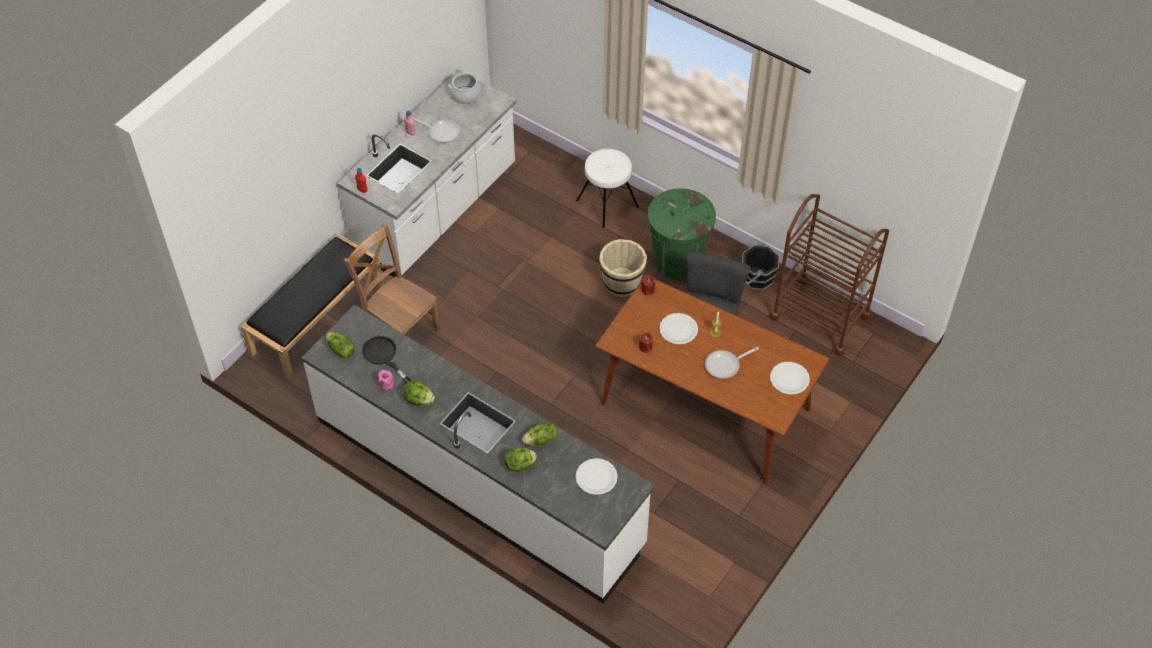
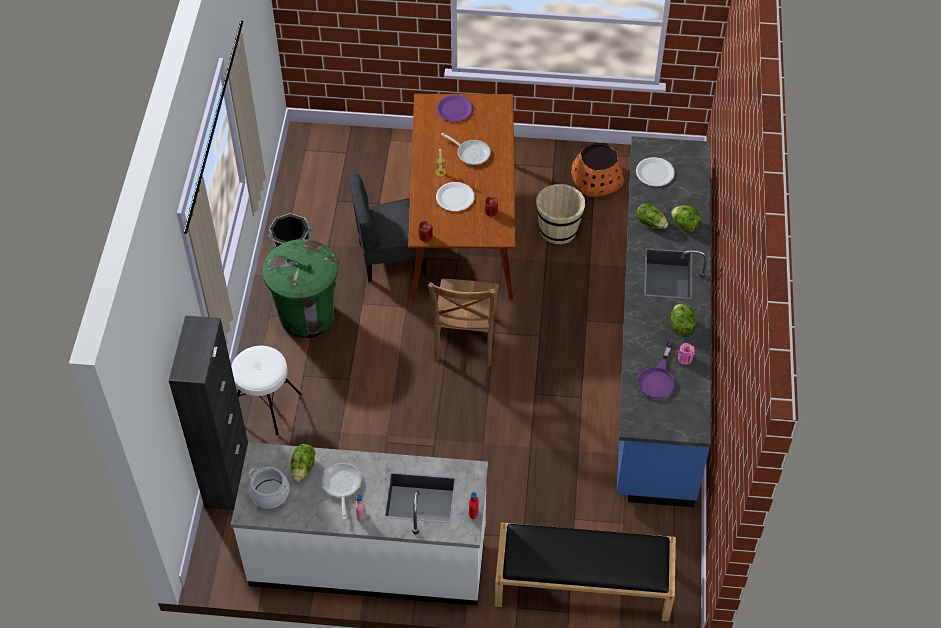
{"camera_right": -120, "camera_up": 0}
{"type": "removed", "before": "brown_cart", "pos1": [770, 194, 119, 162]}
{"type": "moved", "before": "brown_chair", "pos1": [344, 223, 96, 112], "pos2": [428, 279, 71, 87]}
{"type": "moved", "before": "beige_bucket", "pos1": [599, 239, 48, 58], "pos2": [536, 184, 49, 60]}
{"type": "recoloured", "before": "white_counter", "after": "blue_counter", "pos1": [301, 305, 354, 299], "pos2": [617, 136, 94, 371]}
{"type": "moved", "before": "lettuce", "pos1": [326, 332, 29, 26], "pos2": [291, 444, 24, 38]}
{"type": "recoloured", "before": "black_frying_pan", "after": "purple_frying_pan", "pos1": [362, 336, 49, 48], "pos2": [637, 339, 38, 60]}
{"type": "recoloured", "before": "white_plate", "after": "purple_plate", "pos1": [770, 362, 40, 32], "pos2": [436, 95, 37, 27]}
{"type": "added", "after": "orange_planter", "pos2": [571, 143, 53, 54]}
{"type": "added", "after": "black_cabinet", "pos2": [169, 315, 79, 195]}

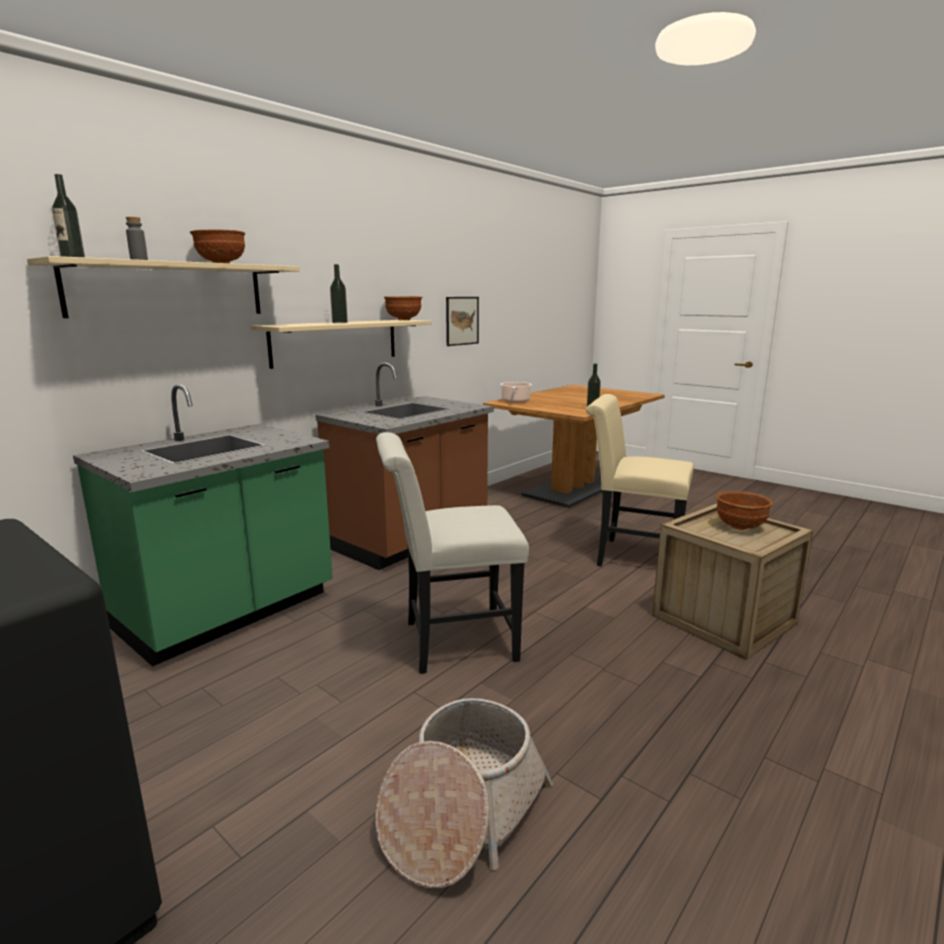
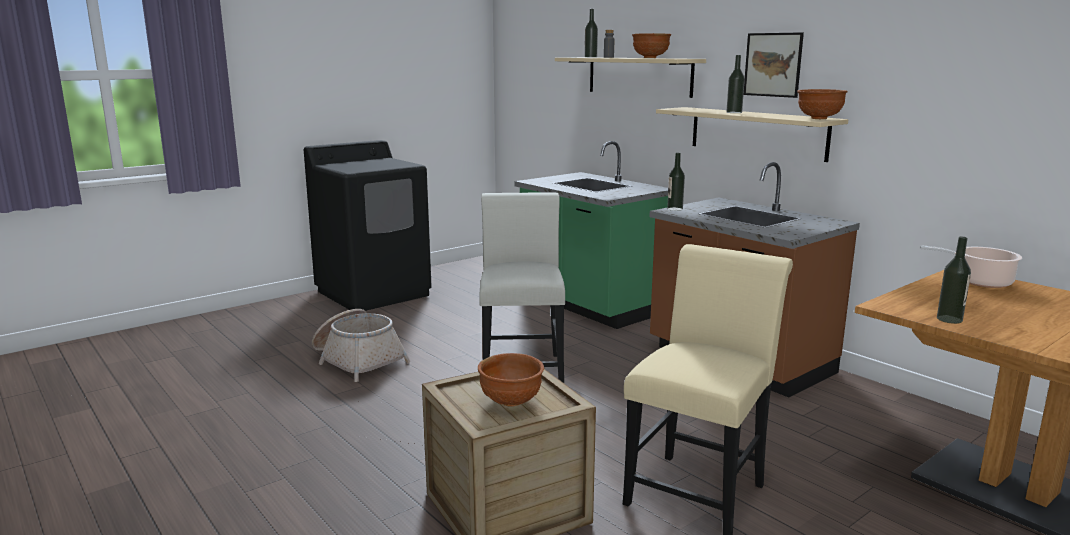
{"camera_right": 100, "camera_up": 0}
{"type": "moved", "before": "picture", "pos1": [446, 297, 33, 49], "pos2": [744, 32, 60, 66]}
{"type": "added", "after": "bottle", "pos2": [667, 153, 18, 58]}

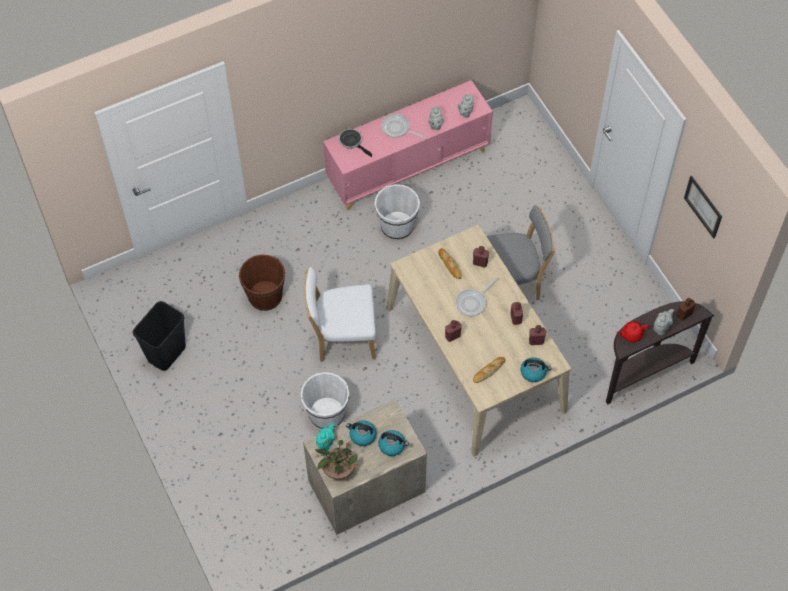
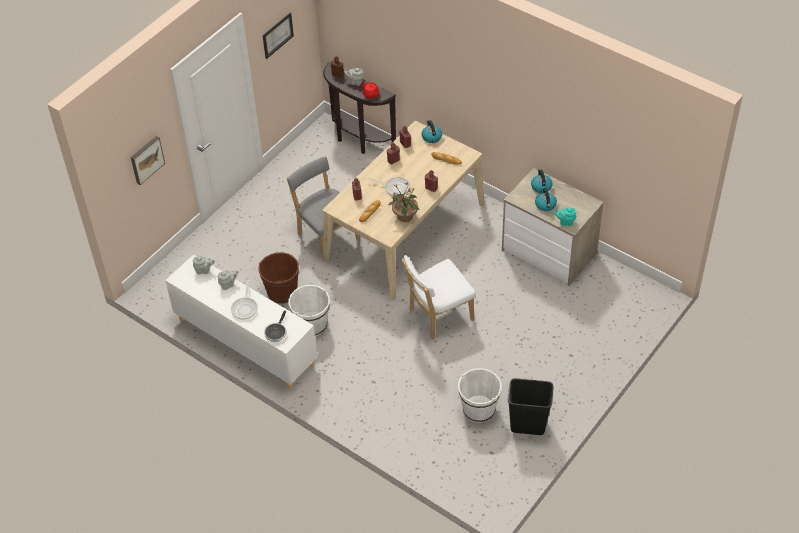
{"camera_right": -115, "camera_up": -10}
{"type": "recoloured", "before": "pink_cabinet", "after": "white_cabinet", "pos1": [323, 80, 170, 130], "pos2": [165, 254, 152, 135]}
{"type": "moved", "before": "brown_bucket", "pos1": [239, 254, 46, 57], "pos2": [259, 252, 40, 51]}
{"type": "turned", "before": "white_chair", "pos1": [304, 267, 72, 95], "pos2": [401, 255, 75, 85], "turn": 90}
{"type": "moved", "before": "white_bucket", "pos1": [301, 372, 48, 57], "pos2": [458, 368, 44, 55]}
{"type": "moved", "before": "potted_plant", "pos1": [315, 435, 43, 45], "pos2": [388, 182, 32, 40]}
{"type": "added", "after": "picture", "pos2": [131, 136, 34, 49]}

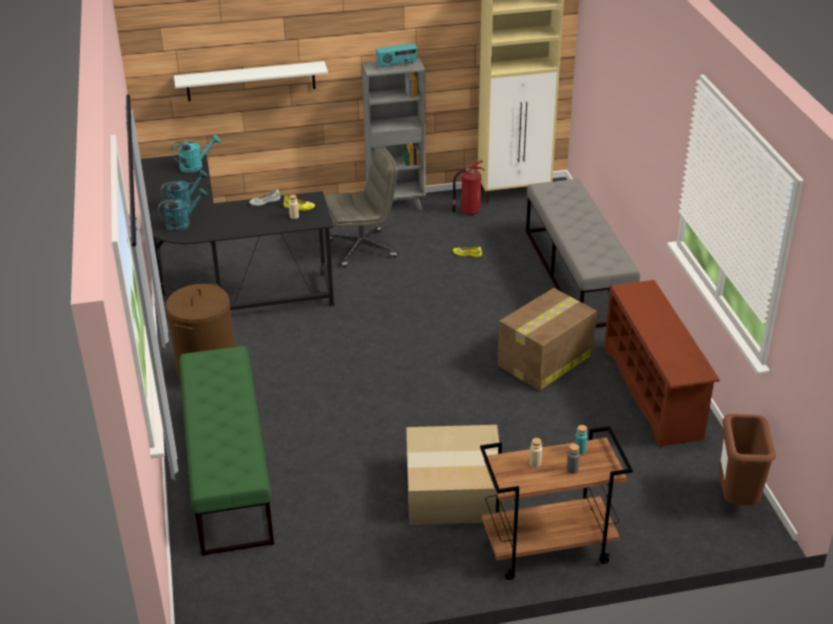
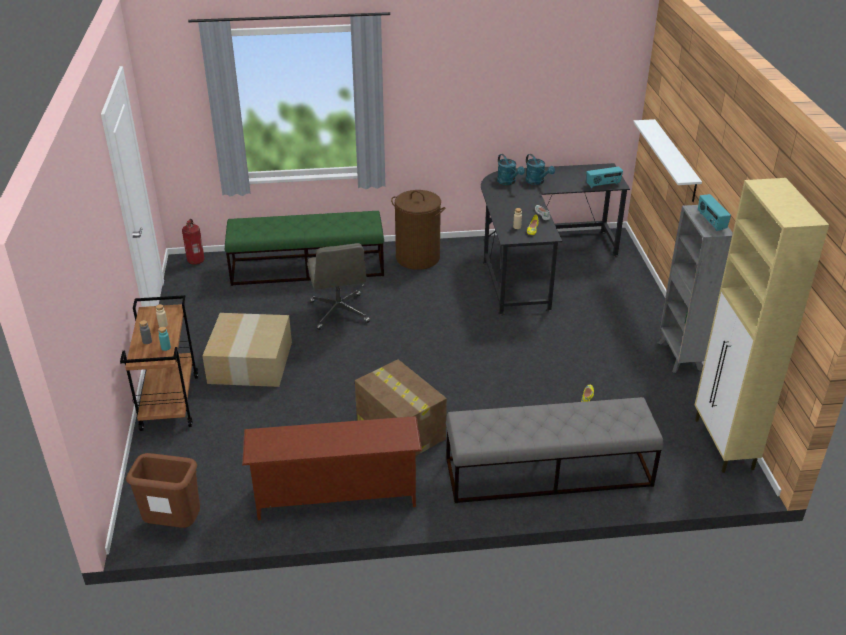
{"camera_right": 95, "camera_up": 0}
{"type": "replaced", "before": "turquoise_watering_can", "after": "radio", "pos1": [171, 135, 49, 37], "pos2": [586, 167, 37, 21]}
{"type": "moved", "before": "grey_office_chair", "pos1": [324, 148, 74, 120], "pos2": [307, 243, 63, 87]}
{"type": "moved", "before": "fire_extinguisher", "pos1": [452, 160, 33, 55], "pos2": [182, 219, 22, 46]}

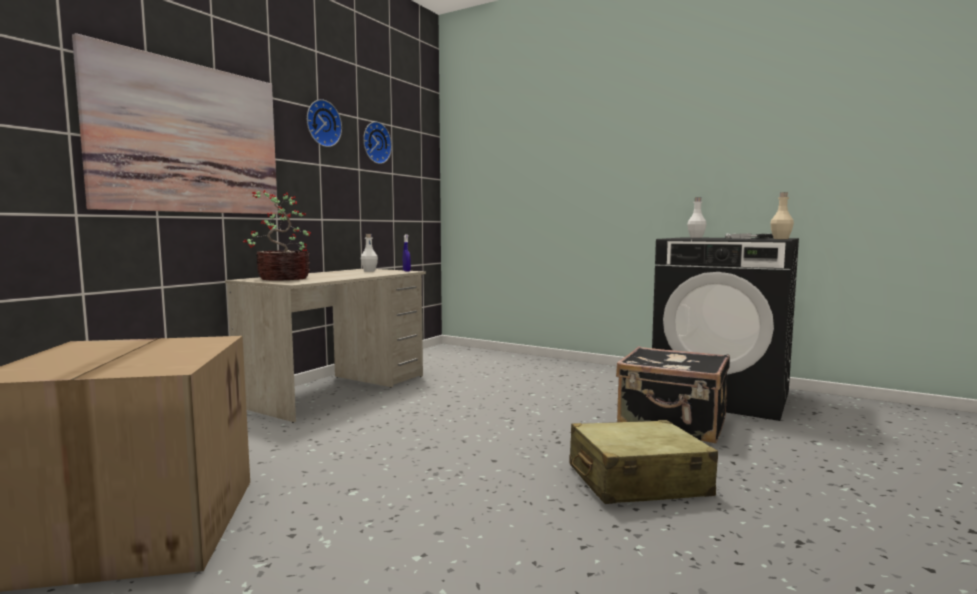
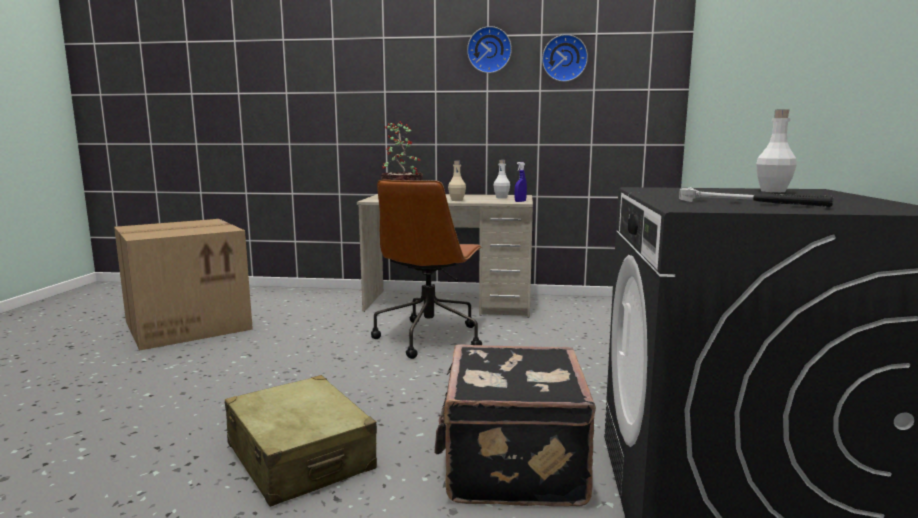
{"camera_right": 65, "camera_up": 5}
{"type": "removed", "before": "picture", "pos1": [72, 33, 206, 181]}
{"type": "moved", "before": "beige_bottle", "pos1": [770, 192, 24, 47], "pos2": [448, 161, 18, 40]}
{"type": "added", "after": "brown_office_chair", "pos2": [371, 180, 111, 179]}

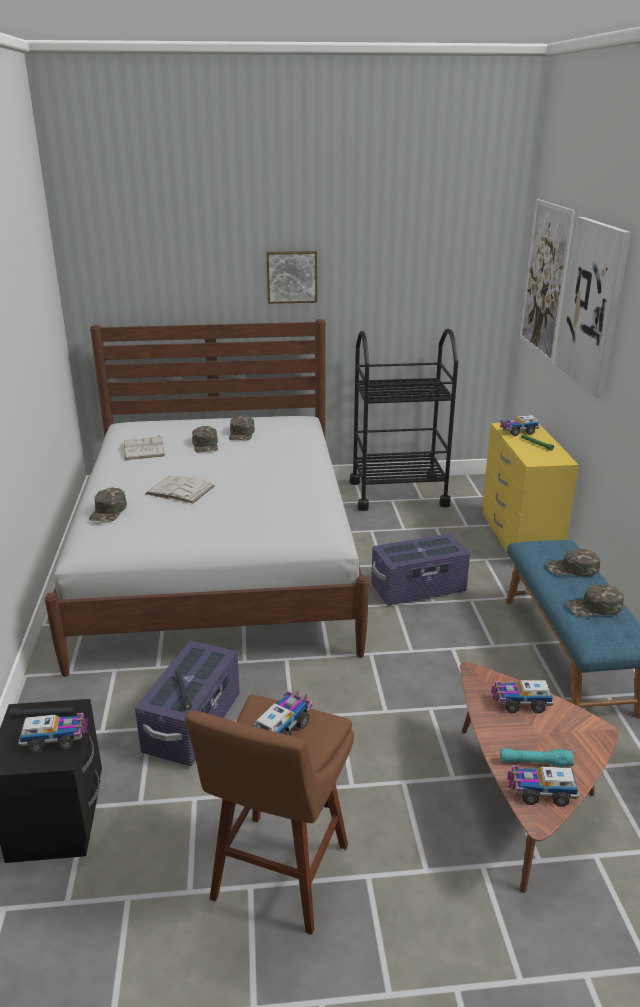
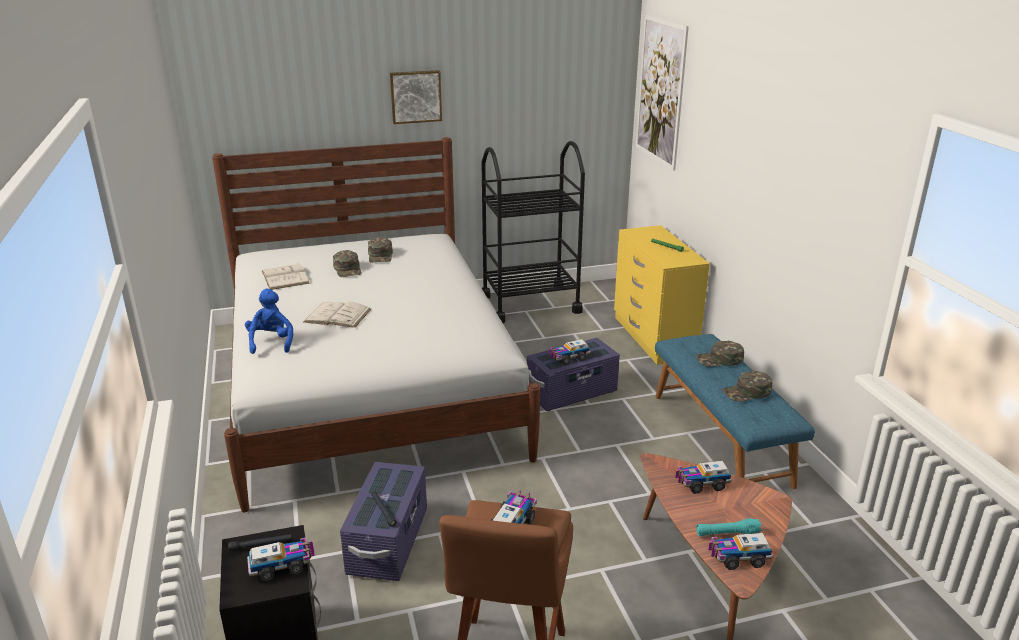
{"camera_right": -10, "camera_up": 0}
{"type": "removed", "before": "picture", "pos1": [557, 217, 74, 181]}
{"type": "moved", "before": "toy_truck", "pos1": [500, 415, 39, 21], "pos2": [550, 339, 41, 26]}
{"type": "replaced", "before": "green_cap", "after": "blue_plush_toy", "pos1": [89, 488, 38, 34], "pos2": [245, 289, 48, 65]}

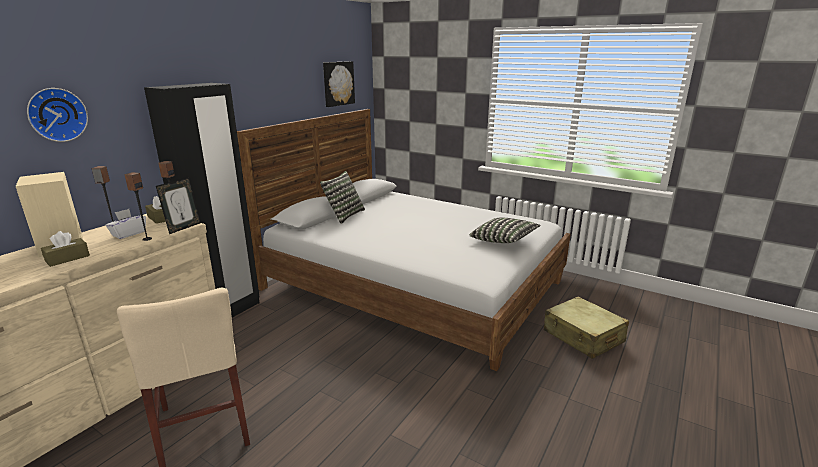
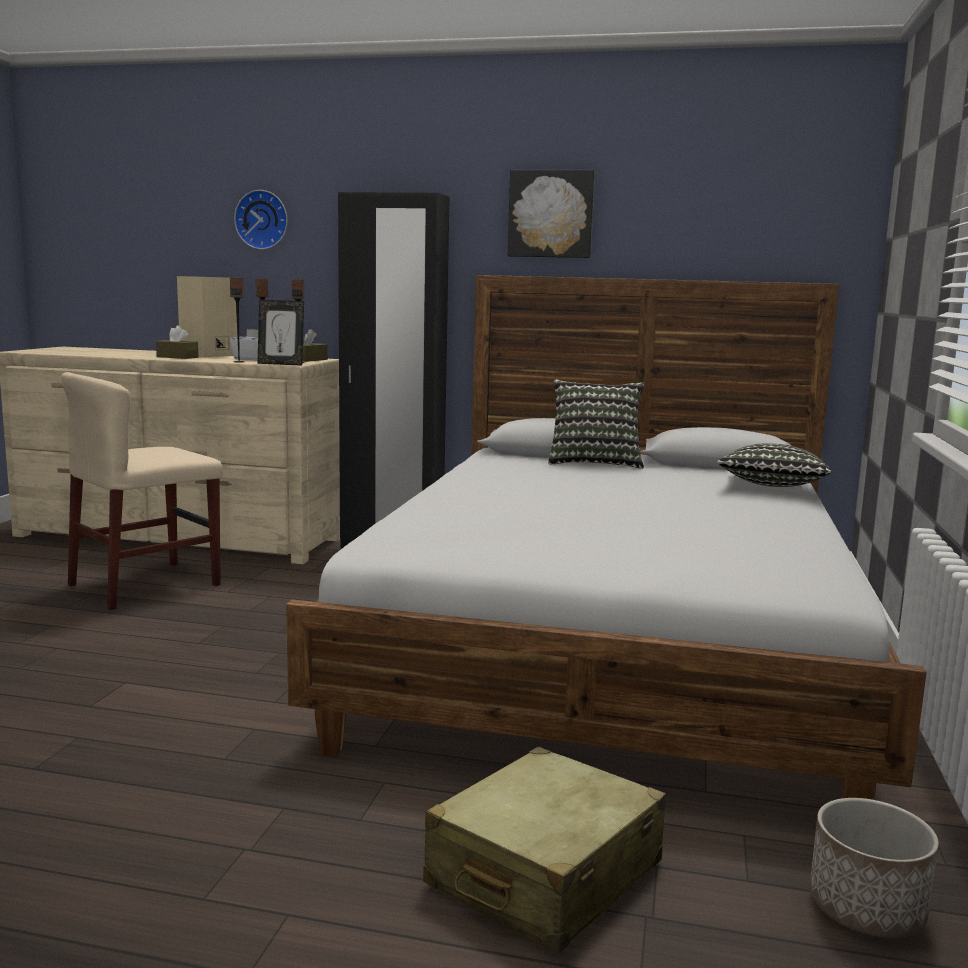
{"camera_right": 70, "camera_up": -10}
{"type": "moved", "before": "picture", "pos1": [323, 61, 32, 46], "pos2": [508, 170, 87, 88]}
{"type": "moved", "before": "pillow", "pos1": [470, 217, 71, 26], "pos2": [717, 443, 115, 44]}
{"type": "added", "after": "planter", "pos2": [810, 798, 129, 140]}

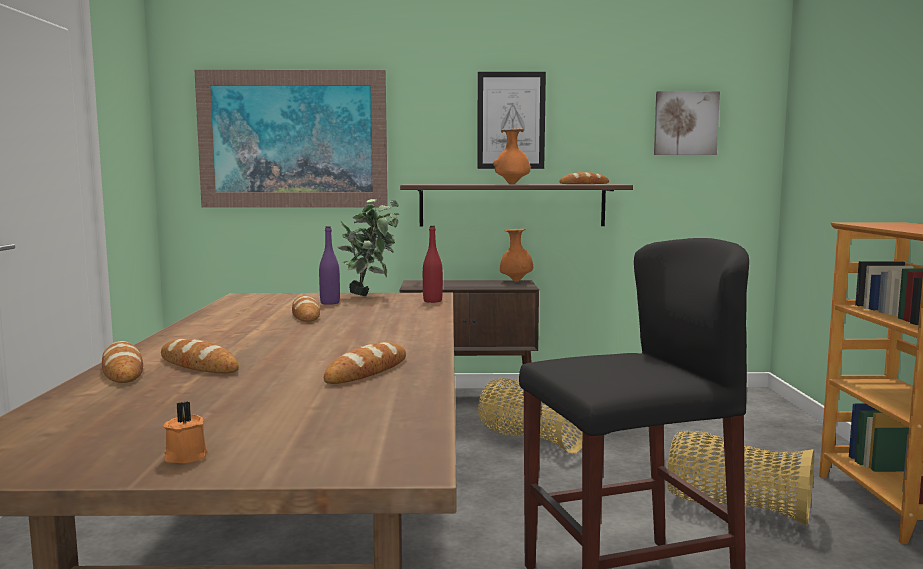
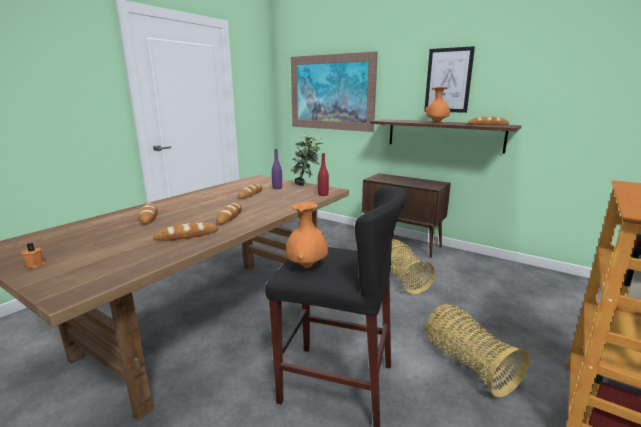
{"camera_right": 35, "camera_up": 10}
{"type": "removed", "before": "picture", "pos1": [654, 91, 66, 64]}
{"type": "moved", "before": "orange_vase", "pos1": [500, 229, 33, 53], "pos2": [286, 202, 42, 66]}
{"type": "moved", "before": "bread", "pos1": [102, 341, 41, 42], "pos2": [216, 203, 26, 21]}

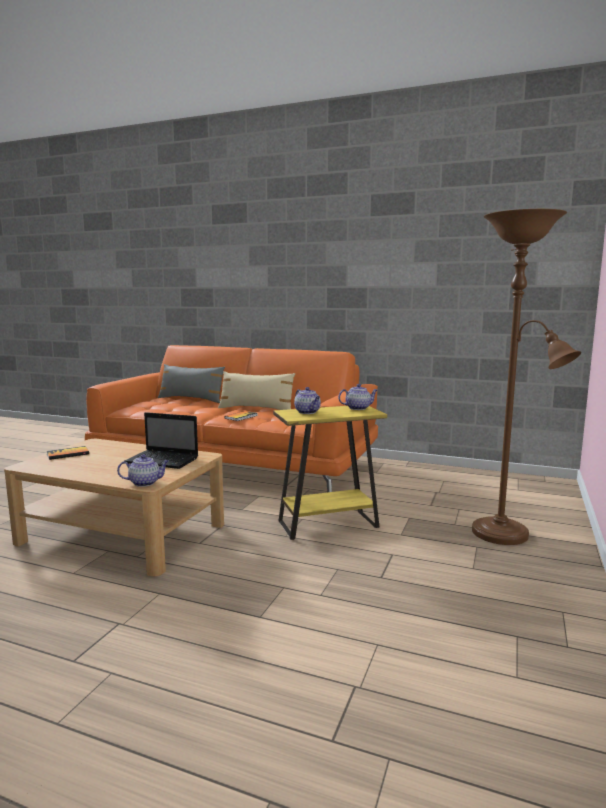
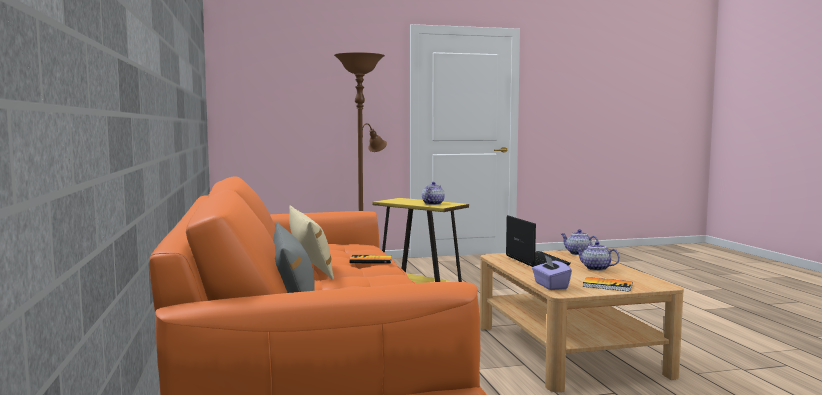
{"camera_right": -125, "camera_up": -5}
{"type": "moved", "before": "teapot", "pos1": [338, 384, 39, 26], "pos2": [575, 242, 45, 29]}
{"type": "added", "after": "purple_tissue_box", "pos2": [532, 254, 40, 36]}

